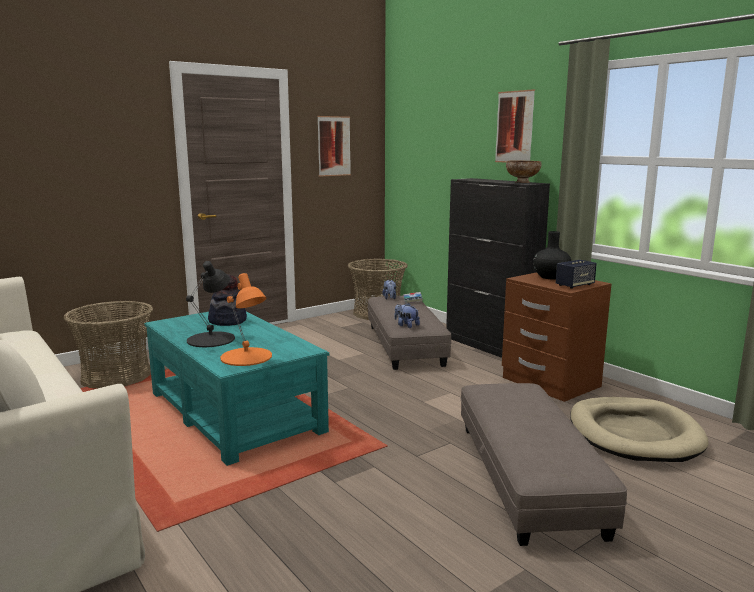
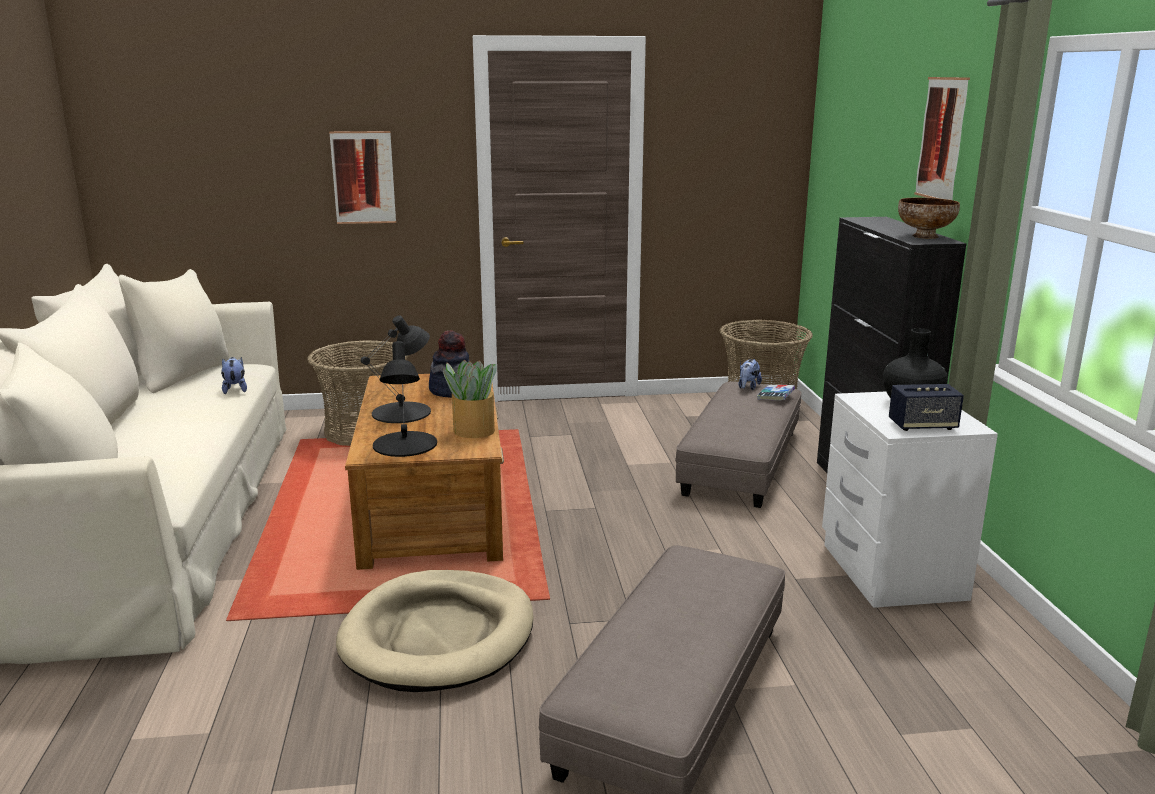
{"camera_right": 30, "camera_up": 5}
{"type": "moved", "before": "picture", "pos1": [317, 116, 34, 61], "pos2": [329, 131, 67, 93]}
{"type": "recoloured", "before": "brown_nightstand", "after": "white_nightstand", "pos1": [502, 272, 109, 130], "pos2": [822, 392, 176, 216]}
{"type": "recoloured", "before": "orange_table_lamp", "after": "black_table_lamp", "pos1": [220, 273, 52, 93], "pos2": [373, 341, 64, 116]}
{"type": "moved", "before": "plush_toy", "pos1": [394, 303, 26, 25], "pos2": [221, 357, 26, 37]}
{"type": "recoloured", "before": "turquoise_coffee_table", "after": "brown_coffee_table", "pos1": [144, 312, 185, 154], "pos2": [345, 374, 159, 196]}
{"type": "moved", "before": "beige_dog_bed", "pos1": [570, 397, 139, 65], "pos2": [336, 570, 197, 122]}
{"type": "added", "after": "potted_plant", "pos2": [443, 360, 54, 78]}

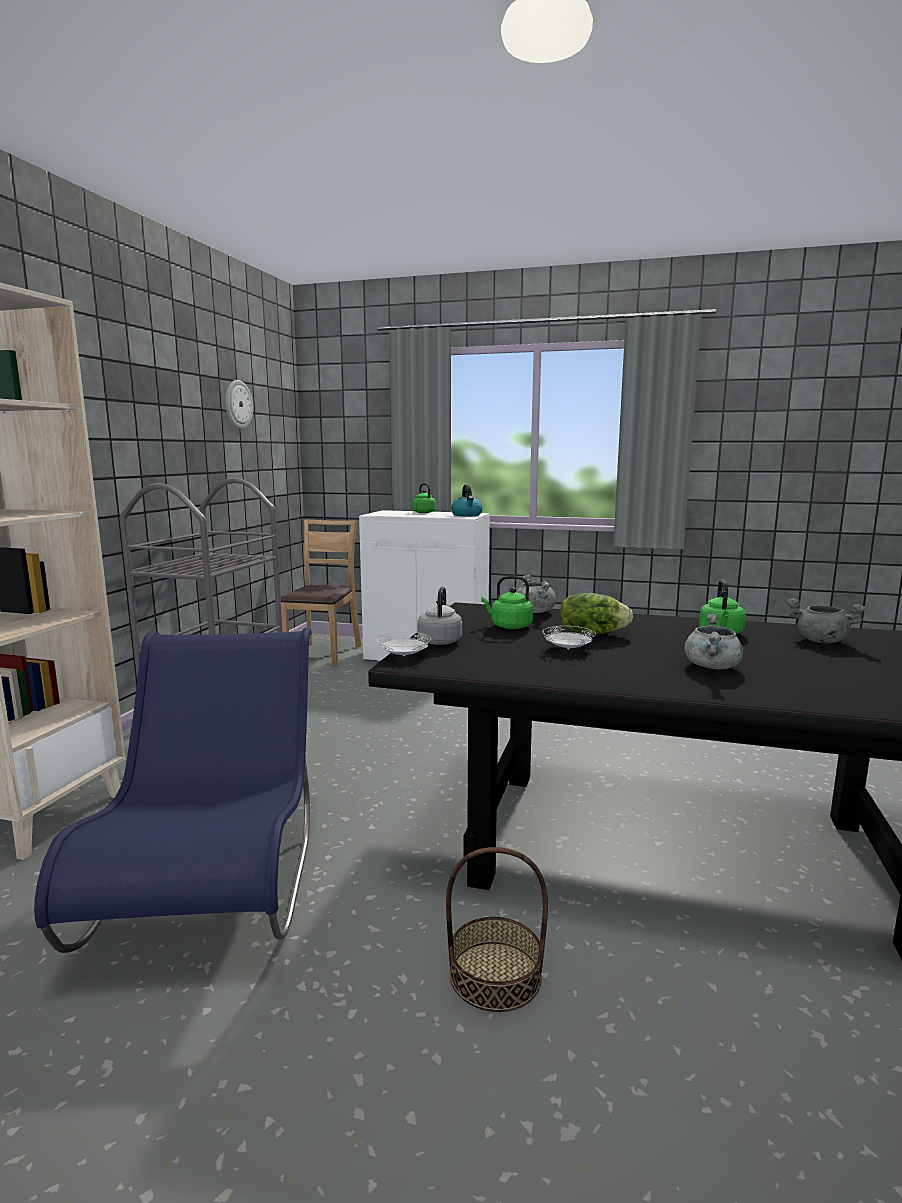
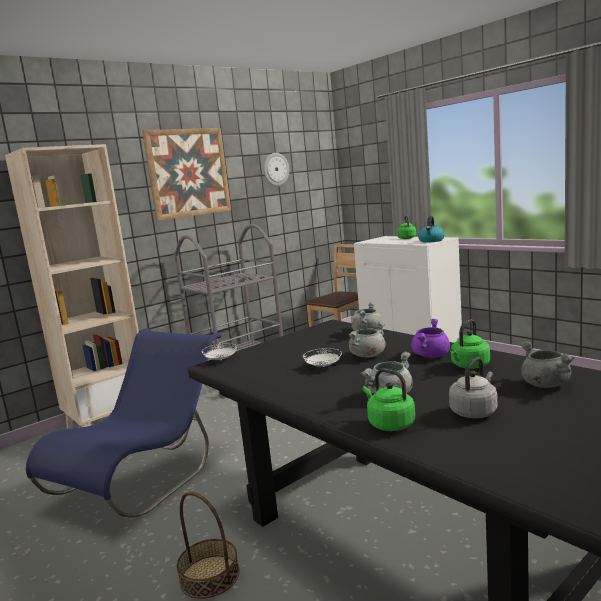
{"camera_right": 35, "camera_up": 0}
{"type": "moved", "before": "green_kettle", "pos1": [481, 576, 52, 53], "pos2": [363, 369, 52, 62]}
{"type": "moved", "before": "grey_kettle", "pos1": [417, 587, 45, 58], "pos2": [449, 357, 49, 61]}
{"type": "replaced", "before": "lettuce", "after": "grey_cooking_pot", "pos1": [560, 593, 73, 41], "pos2": [349, 321, 36, 36]}
{"type": "added", "after": "picture", "pos2": [142, 128, 89, 93]}
{"type": "added", "after": "purple_cooking_pot", "pos2": [411, 319, 39, 39]}

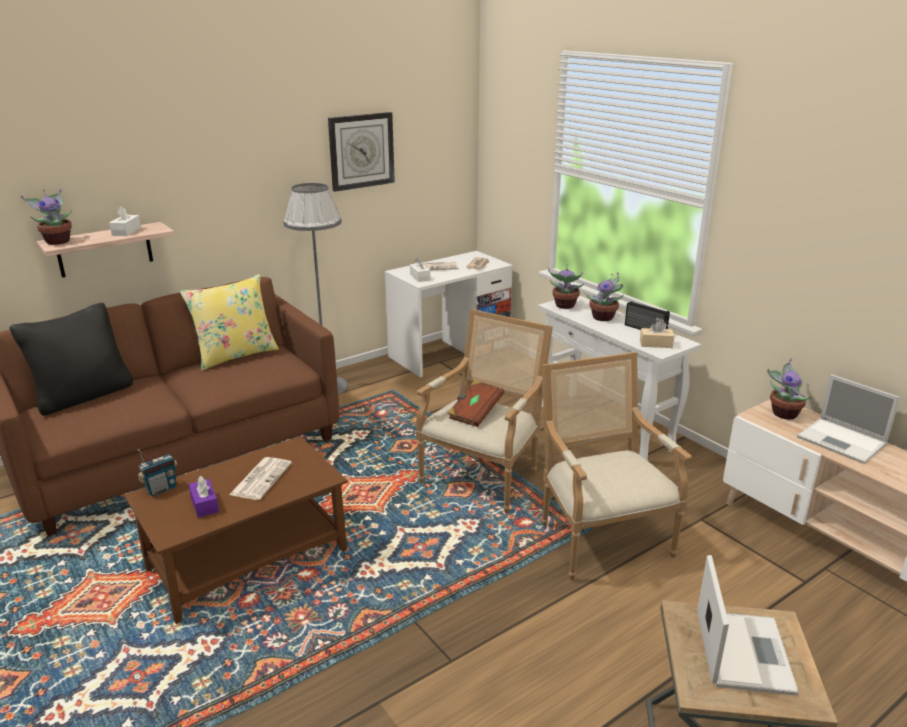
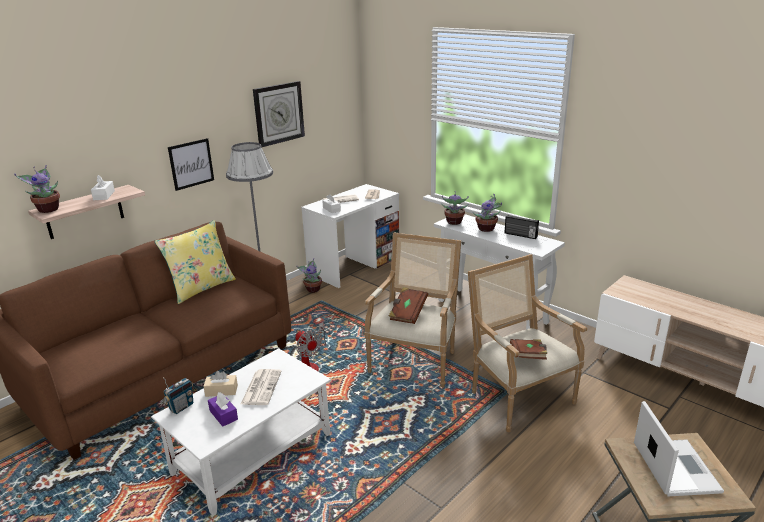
{"camera_right": -10, "camera_up": 0}
{"type": "removed", "before": "black_pillow", "pos1": [9, 303, 124, 112]}
{"type": "moved", "before": "beige_tissue_box", "pos1": [640, 320, 34, 28], "pos2": [203, 371, 35, 26]}
{"type": "moved", "before": "potted_plant", "pos1": [767, 359, 45, 61], "pos2": [296, 258, 26, 35]}
{"type": "removed", "before": "laptop", "pos1": [797, 374, 103, 90]}
{"type": "recoloured", "before": "brown_coffee_table", "after": "white_coffee_table", "pos1": [124, 436, 224, 188], "pos2": [151, 348, 180, 168]}
{"type": "added", "after": "picture", "pos2": [168, 138, 46, 53]}
{"type": "added", "after": "fan", "pos2": [295, 322, 32, 49]}
{"type": "added", "after": "brown_book", "pos2": [510, 339, 38, 21]}

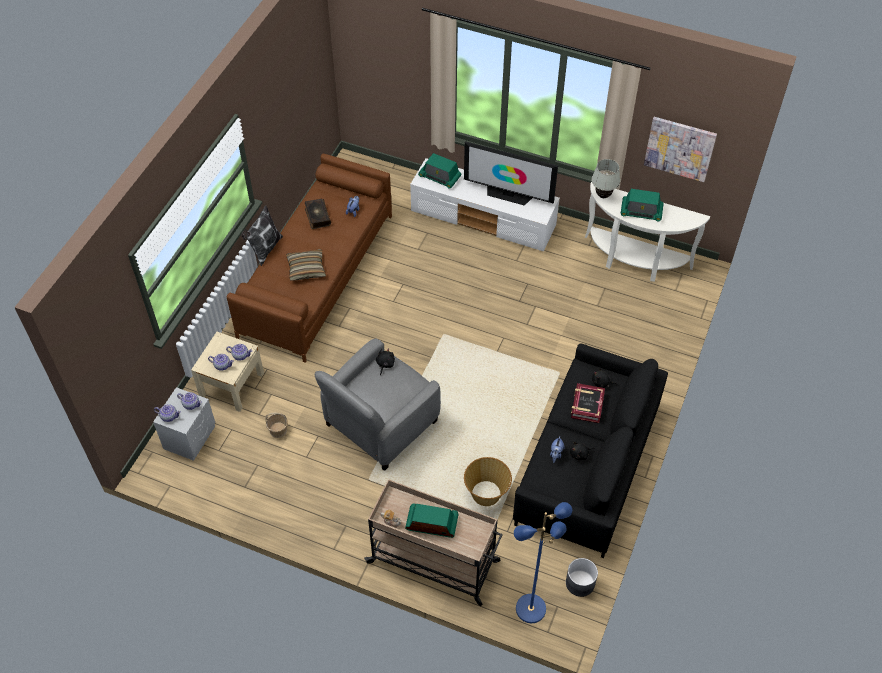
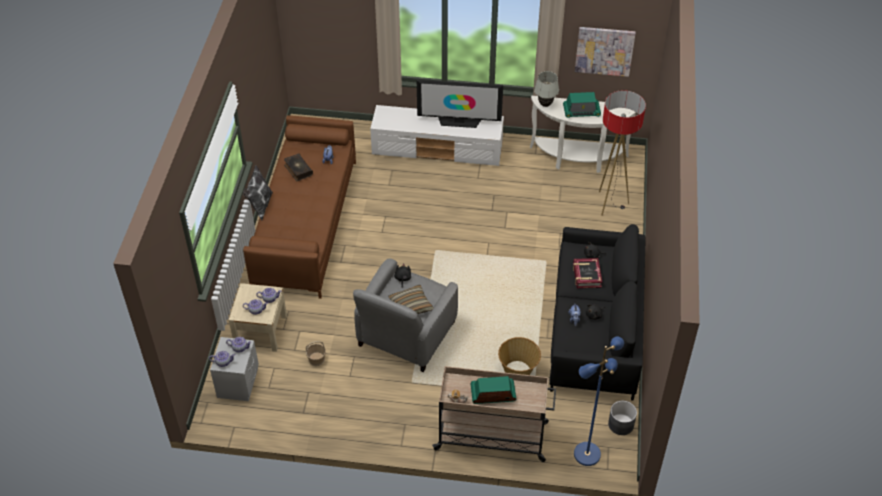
{"camera_right": -15, "camera_up": -5}
{"type": "removed", "before": "radio", "pos1": [418, 153, 43, 36]}
{"type": "moved", "before": "pillow", "pos1": [286, 249, 40, 32], "pos2": [388, 285, 46, 30]}
{"type": "added", "after": "floor_lamp", "pos2": [599, 90, 47, 126]}

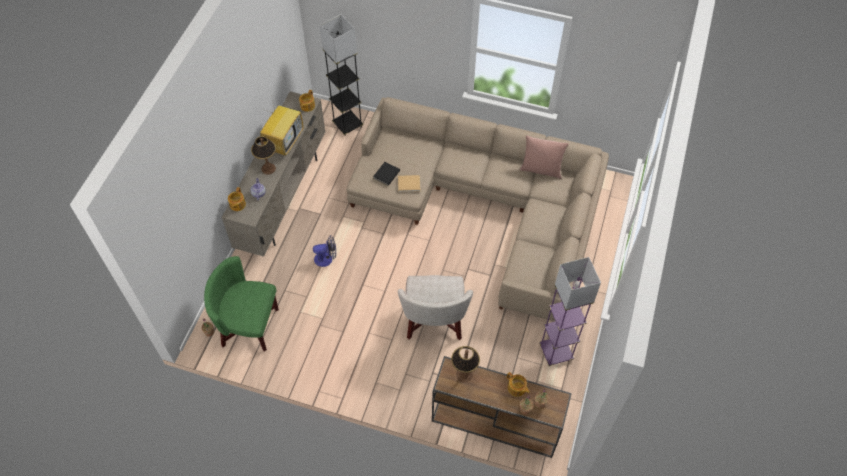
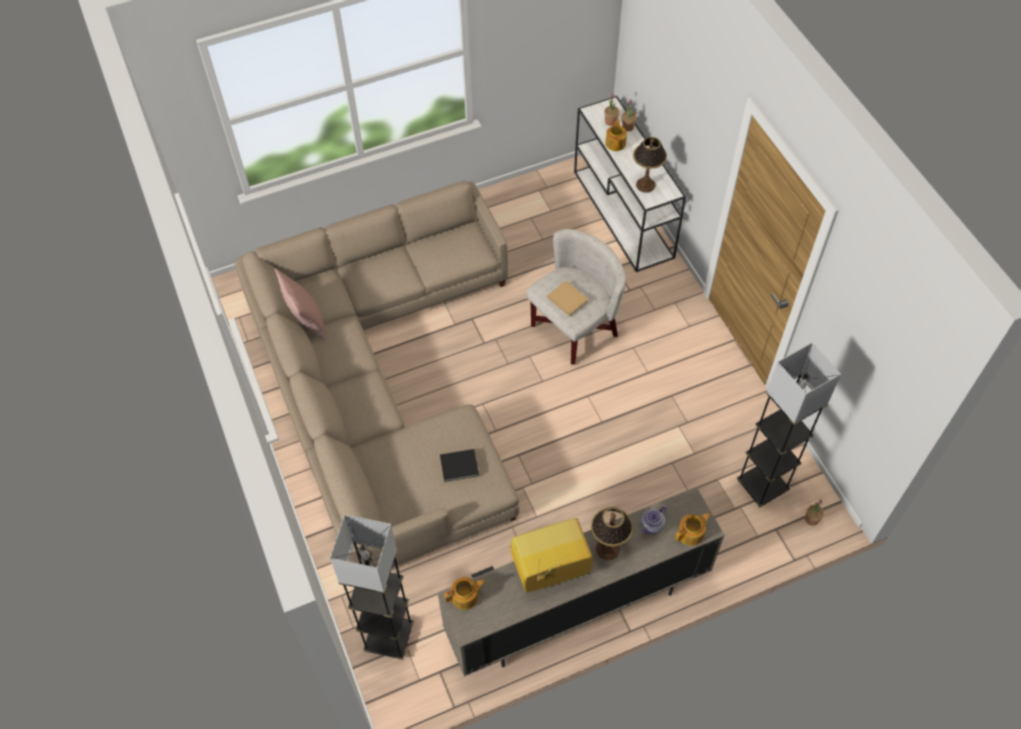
{"camera_right": -130, "camera_up": 0}
{"type": "moved", "before": "beige_book", "pos1": [398, 175, 22, 17], "pos2": [547, 281, 42, 36]}
{"type": "removed", "before": "fan", "pos1": [313, 235, 23, 32]}
{"type": "replaced", "before": "green_armchair", "after": "grey_floor_lamp", "pos1": [204, 256, 75, 96], "pos2": [736, 343, 105, 165]}
{"type": "removed", "before": "purple_floor_lamp", "pos1": [539, 257, 62, 109]}
{"type": "recoloured", "before": "brown_console_table", "after": "white_console_table", "pos1": [432, 356, 140, 102], "pos2": [574, 96, 112, 176]}

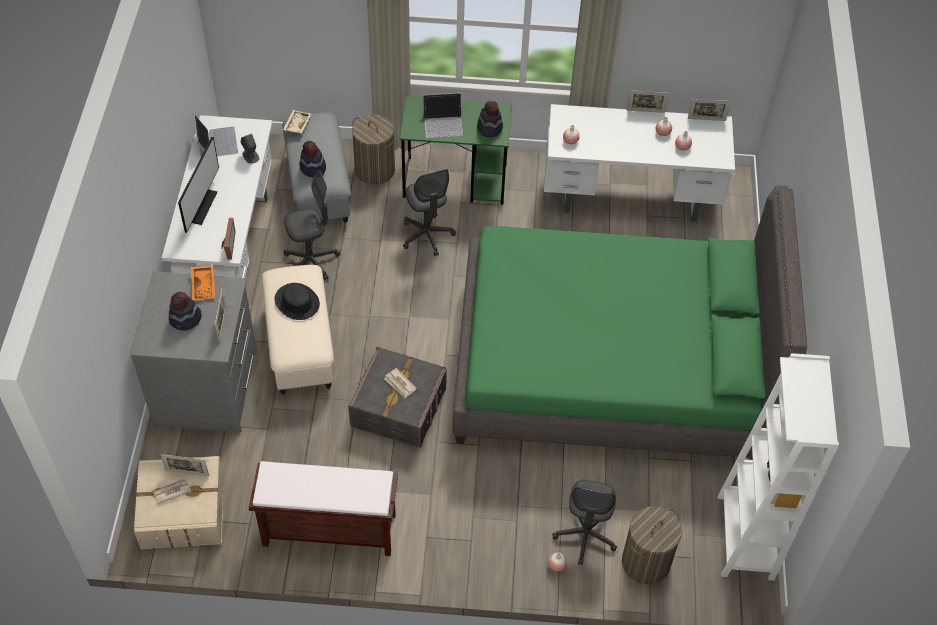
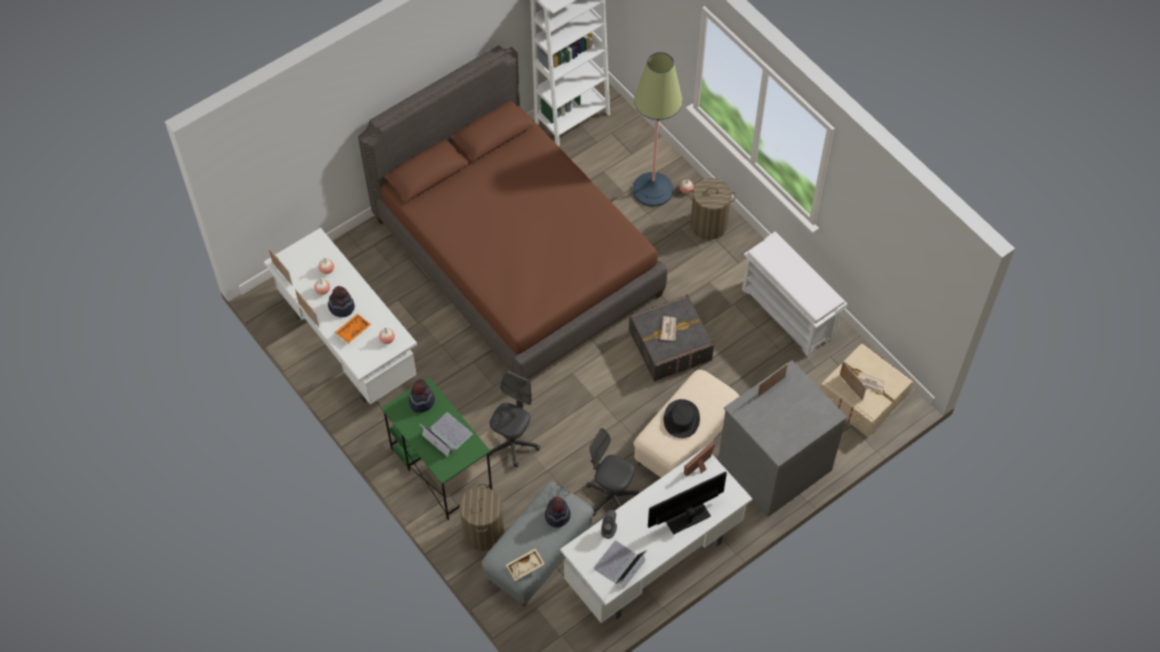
{"camera_right": -130, "camera_up": 5}
{"type": "recoloured", "before": "green_bed", "after": "brown_bed", "pos1": [452, 185, 355, 273], "pos2": [358, 45, 309, 334]}
{"type": "moved", "before": "orange_tray", "pos1": [191, 265, 24, 36], "pos2": [335, 314, 36, 29]}
{"type": "moved", "before": "hat", "pos1": [169, 292, 32, 39], "pos2": [328, 286, 27, 31]}
{"type": "recoloured", "before": "brown_bench", "after": "white_bench", "pos1": [249, 461, 149, 95], "pos2": [742, 232, 105, 125]}
{"type": "replaced", "before": "grey_office_chair", "after": "floor_lamp", "pos1": [552, 480, 65, 85], "pos2": [633, 52, 49, 155]}
{"type": "moved", "before": "laundry_basket", "pos1": [622, 506, 60, 79], "pos2": [688, 178, 48, 62]}

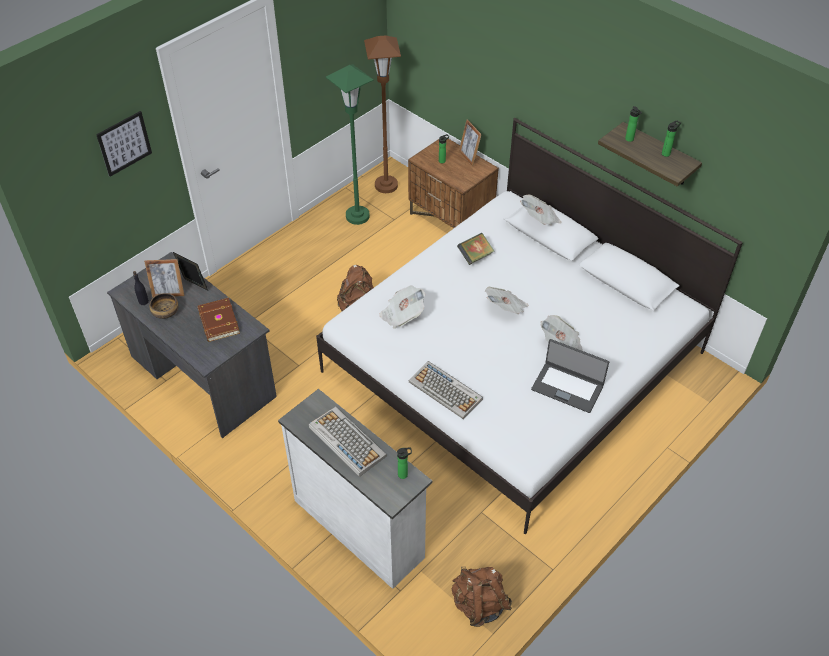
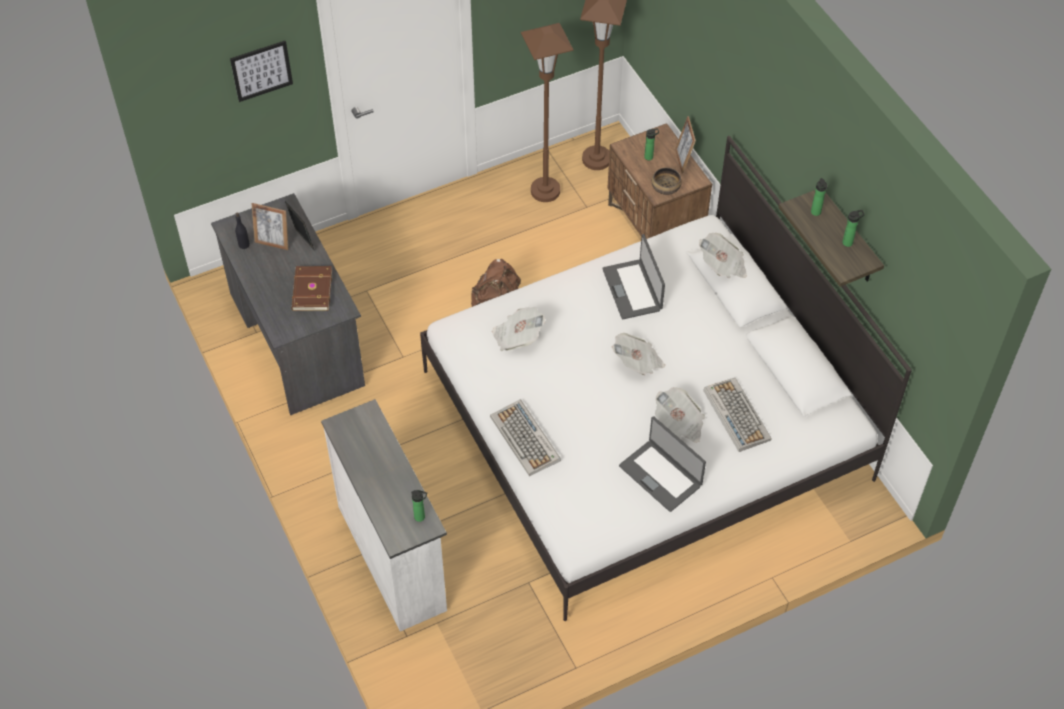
{"camera_right": 20, "camera_up": 5}
{"type": "recoloured", "before": "green_floor_lamp", "after": "brown_floor_lamp", "pos1": [326, 64, 48, 161], "pos2": [521, 23, 53, 179]}
{"type": "replaced", "before": "book", "after": "laptop", "pos1": [457, 233, 37, 32], "pos2": [602, 234, 63, 85]}
{"type": "moved", "before": "bowl", "pos1": [150, 293, 29, 26], "pos2": [652, 168, 30, 27]}
{"type": "moved", "before": "keyboard", "pos1": [309, 407, 78, 70], "pos2": [703, 378, 69, 74]}
{"type": "removed", "before": "brown_backpack", "pos1": [452, 567, 60, 60]}

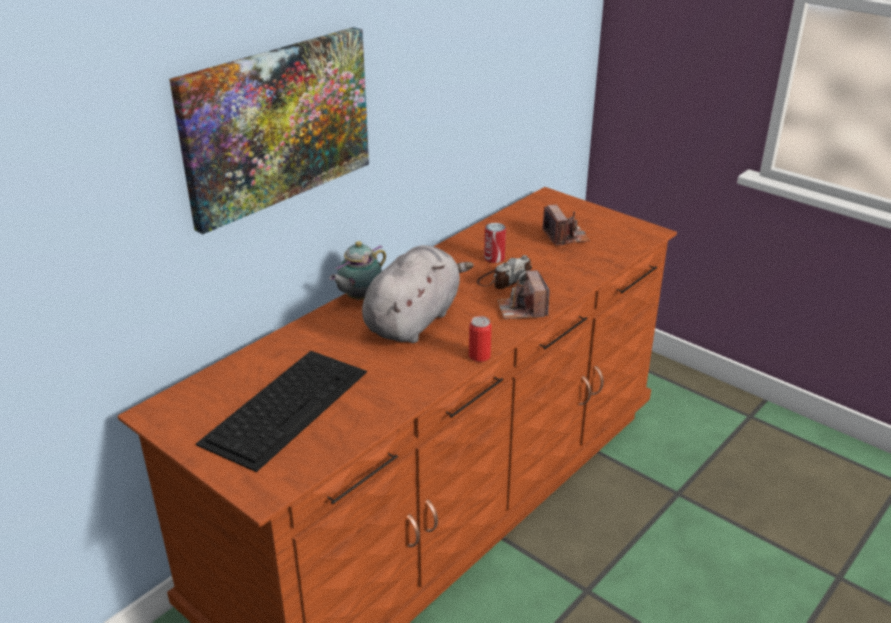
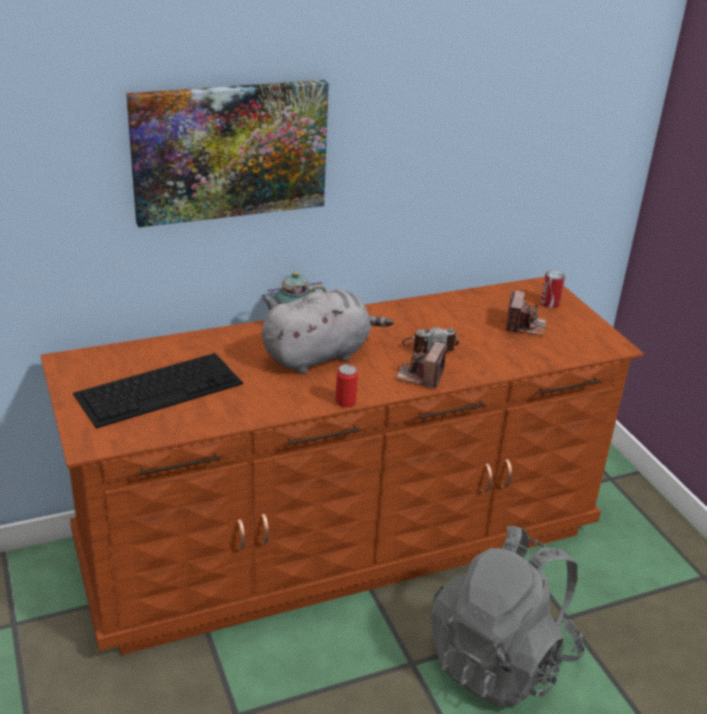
{"camera_right": 25, "camera_up": 0}
{"type": "moved", "before": "can", "pos1": [484, 223, 22, 40], "pos2": [541, 270, 24, 38]}
{"type": "added", "after": "grey_backpack", "pos2": [430, 526, 154, 182]}

